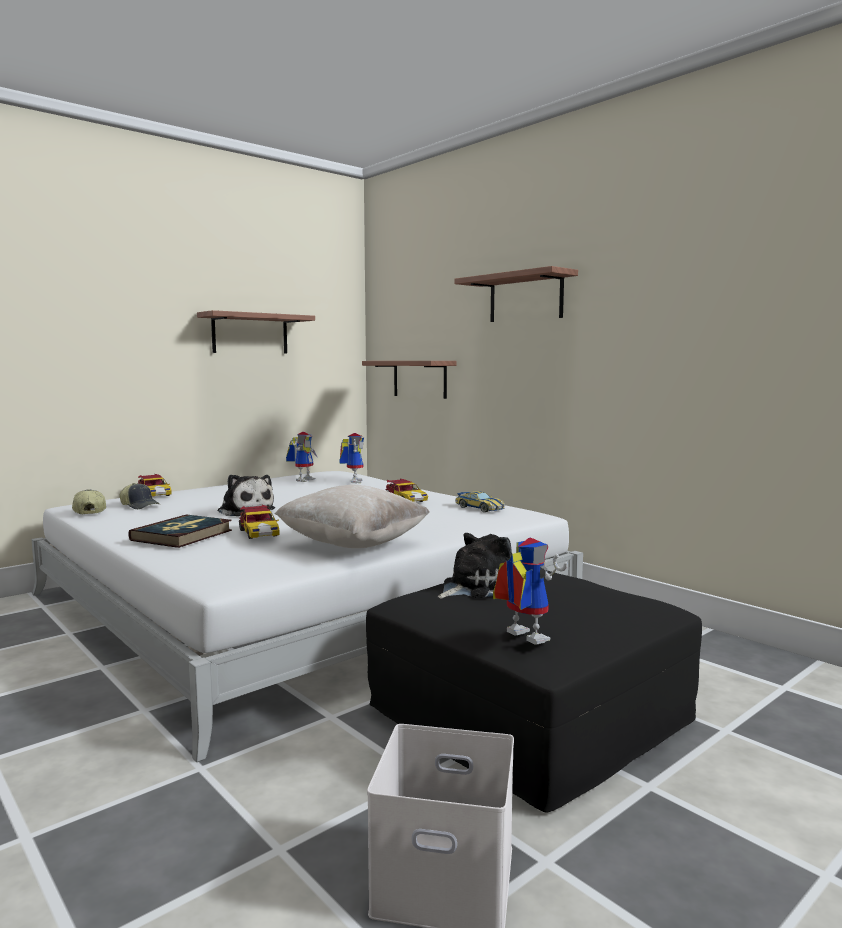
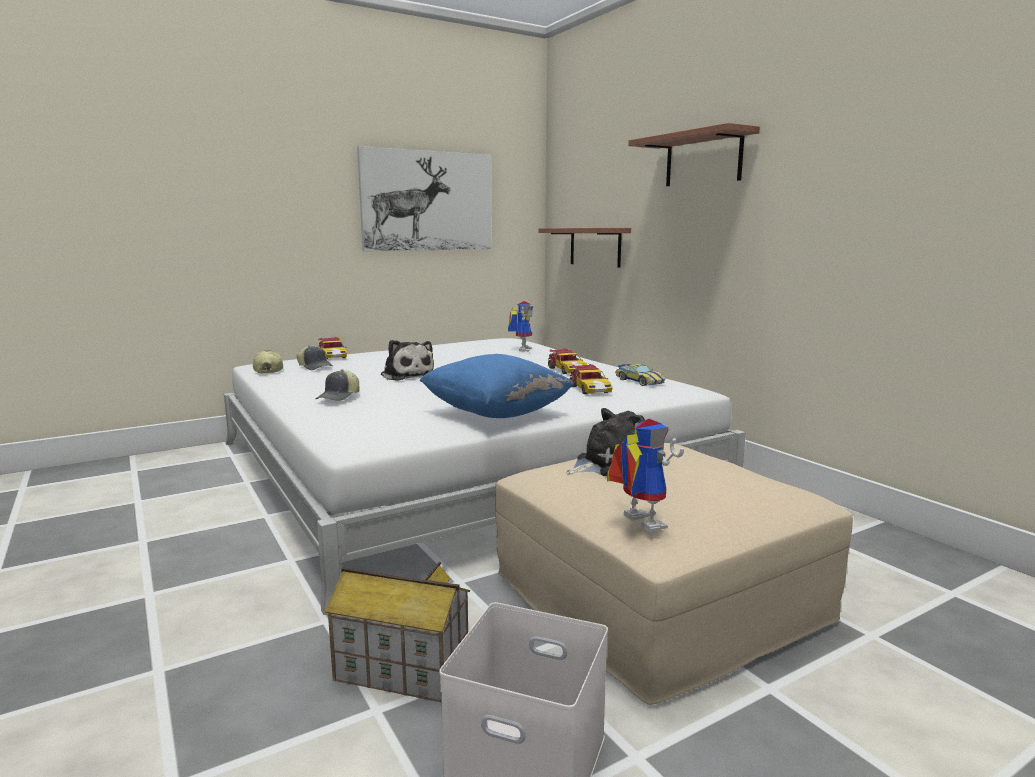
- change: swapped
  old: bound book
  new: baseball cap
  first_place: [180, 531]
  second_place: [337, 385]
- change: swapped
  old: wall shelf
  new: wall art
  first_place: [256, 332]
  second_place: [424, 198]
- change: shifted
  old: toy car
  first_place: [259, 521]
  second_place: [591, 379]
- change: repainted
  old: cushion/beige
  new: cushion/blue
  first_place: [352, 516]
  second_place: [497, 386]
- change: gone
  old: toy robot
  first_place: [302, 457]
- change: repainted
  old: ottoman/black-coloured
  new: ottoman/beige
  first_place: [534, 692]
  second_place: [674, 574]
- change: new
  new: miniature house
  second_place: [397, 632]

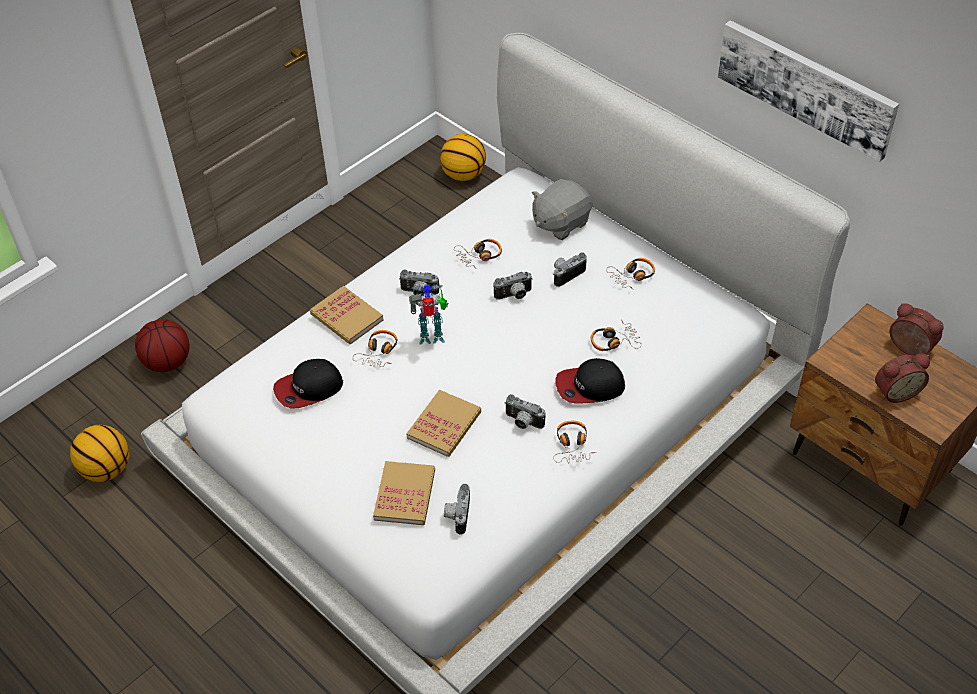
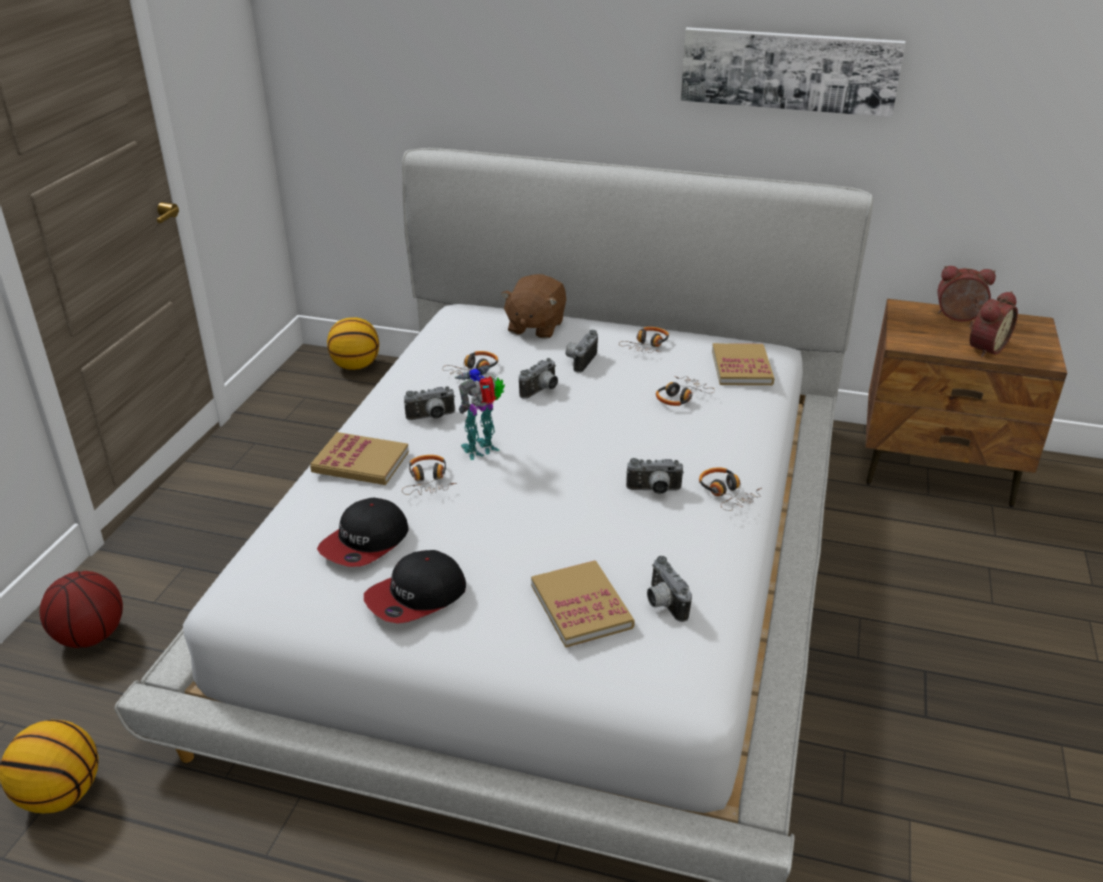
- change: shifted
  old: bound book
  first_place: [443, 423]
  second_place: [743, 364]
- change: repainted
  old: cuddly toy/greyish
  new: cuddly toy/brown
  first_place: [562, 209]
  second_place: [533, 306]
- change: shifted
  old: baseball cap
  first_place: [590, 381]
  second_place: [415, 586]

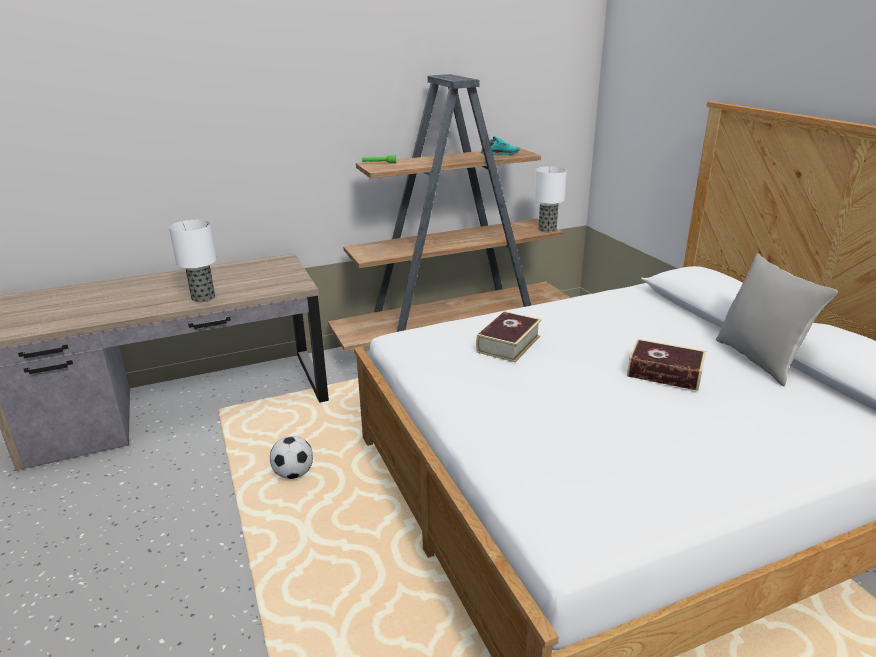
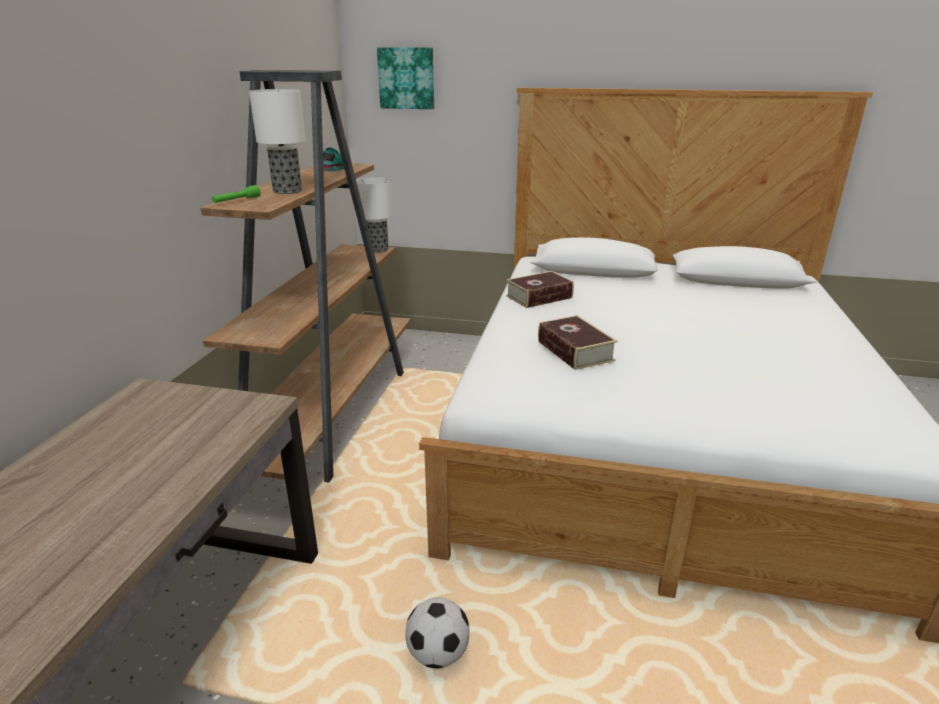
- change: shifted
  old: table lamp
  first_place: [193, 261]
  second_place: [277, 141]
- change: shifted
  old: bound book
  first_place: [666, 365]
  second_place: [540, 289]
- change: gone
  old: cushion/greyish
  first_place: [777, 319]
- change: new
  new: wall art
  second_place: [405, 78]

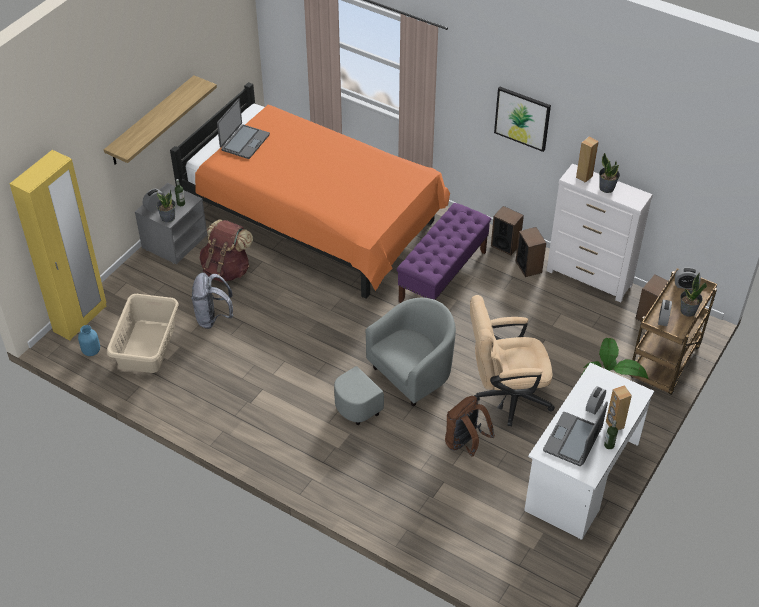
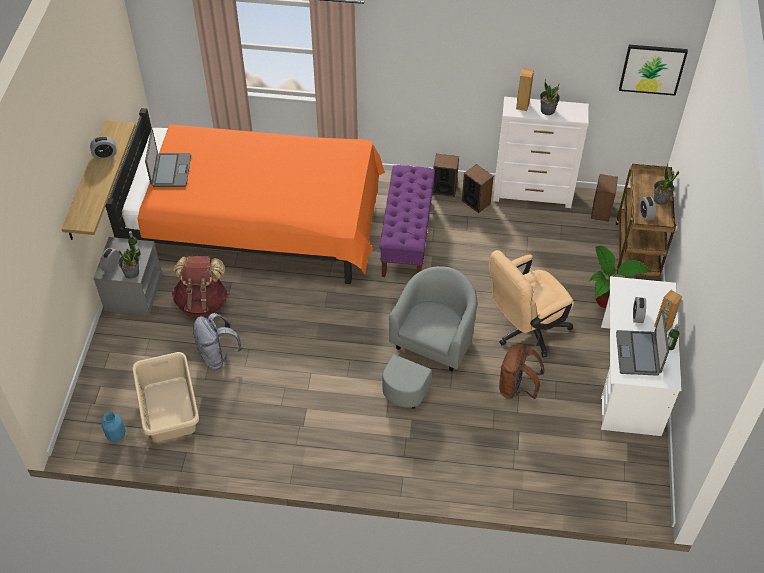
- change: gone
  old: armoire/yellow-coloured
  first_place: [58, 245]
- change: shifted
  old: wall art
  first_place: [522, 119]
  second_place: [653, 70]
- change: shifted
  old: table clock
  first_place: [687, 278]
  second_place: [103, 147]

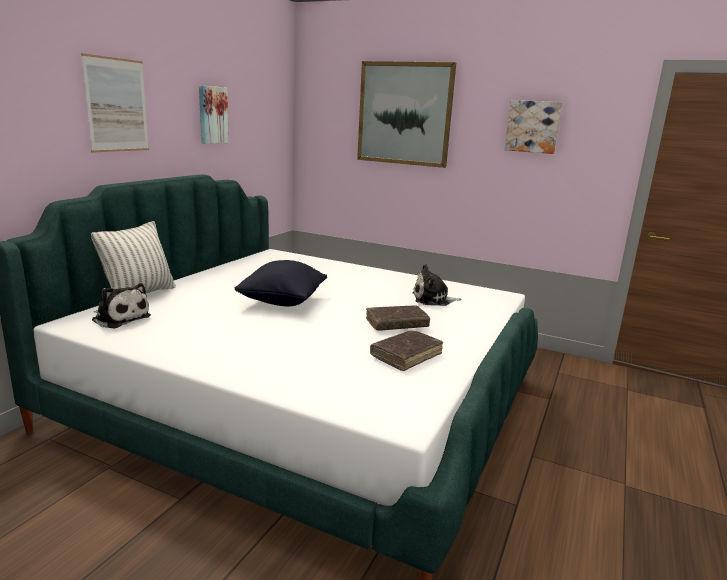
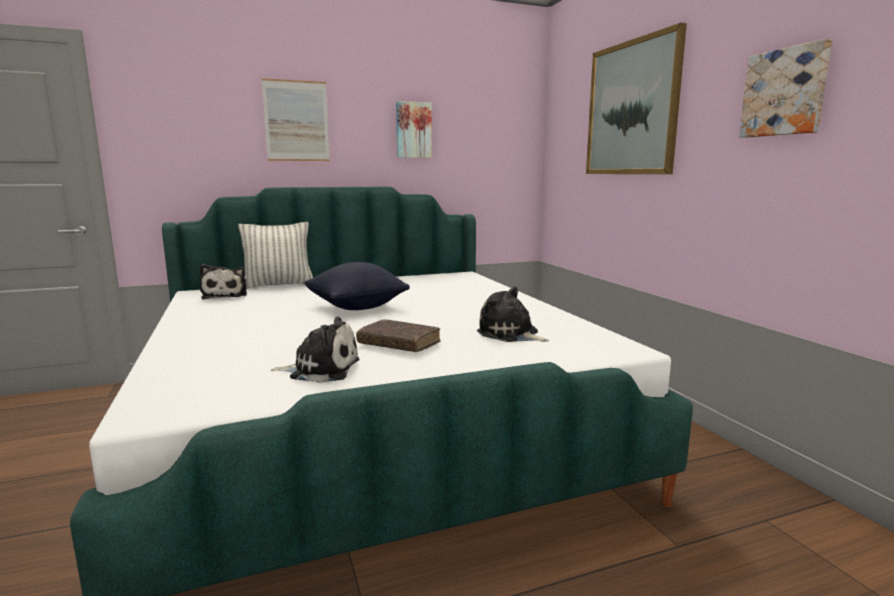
- change: swapped
  old: bound book/brown
  new: cuddly toy
  first_place: [406, 350]
  second_place: [315, 350]

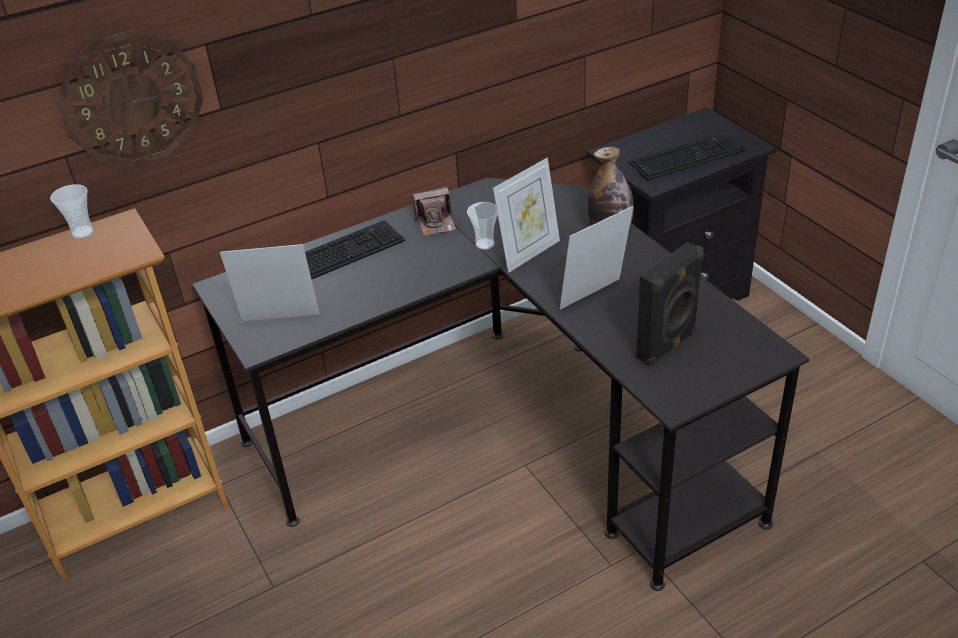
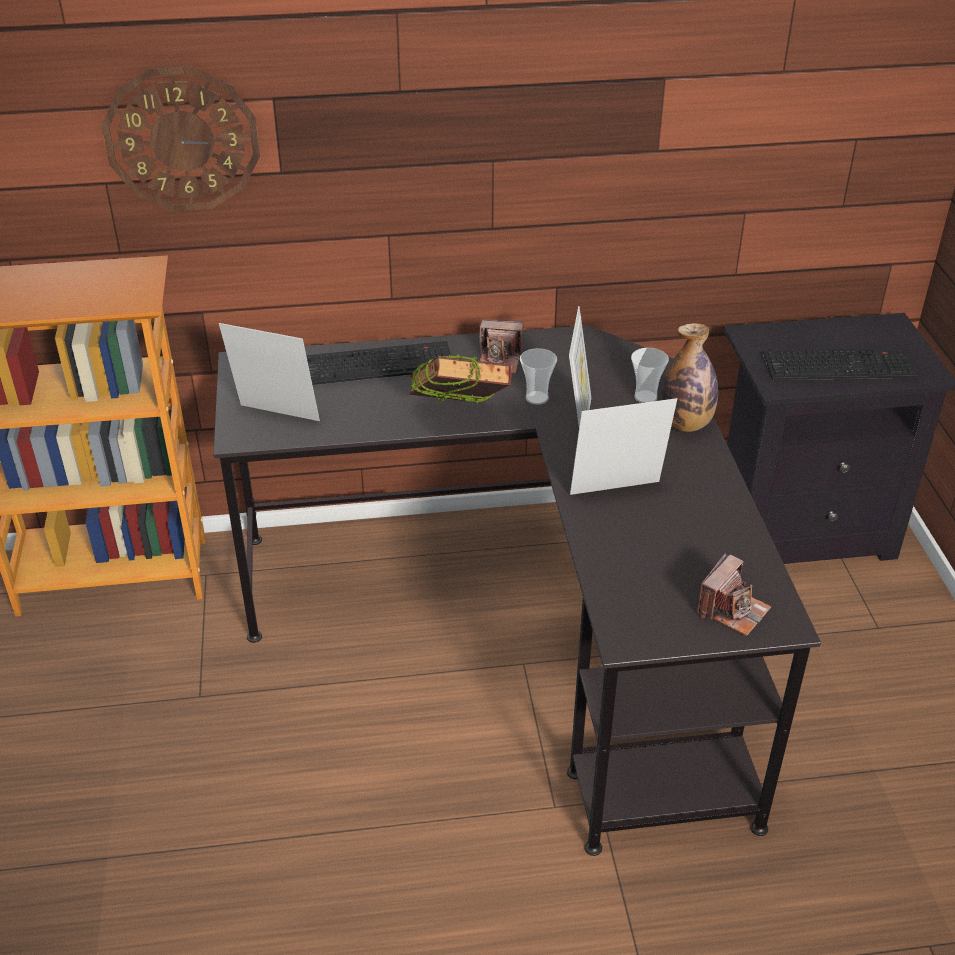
- change: shifted
  old: cup
  first_place: [72, 211]
  second_place: [650, 375]
- change: rotated
  old: standing frame
  first_place: [526, 215]
  second_place: [580, 365]
  degrees: -60
- change: gone
  old: audio speaker/black-coloured
  first_place: [670, 304]
- change: new
  new: bound book
  second_place: [460, 379]
- change: new
  new: still camera
  second_place: [734, 594]

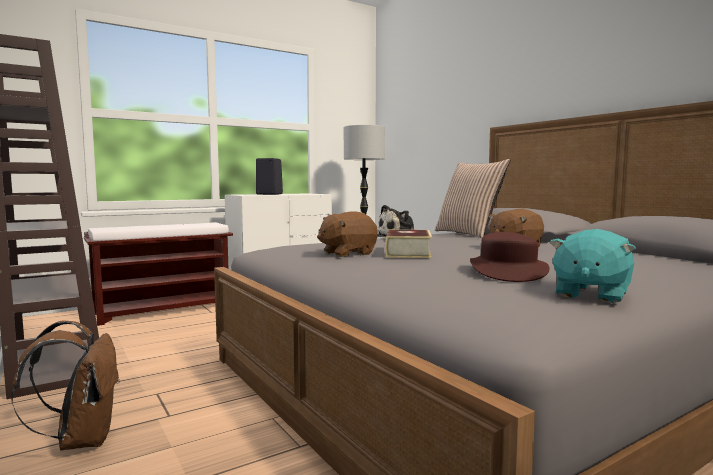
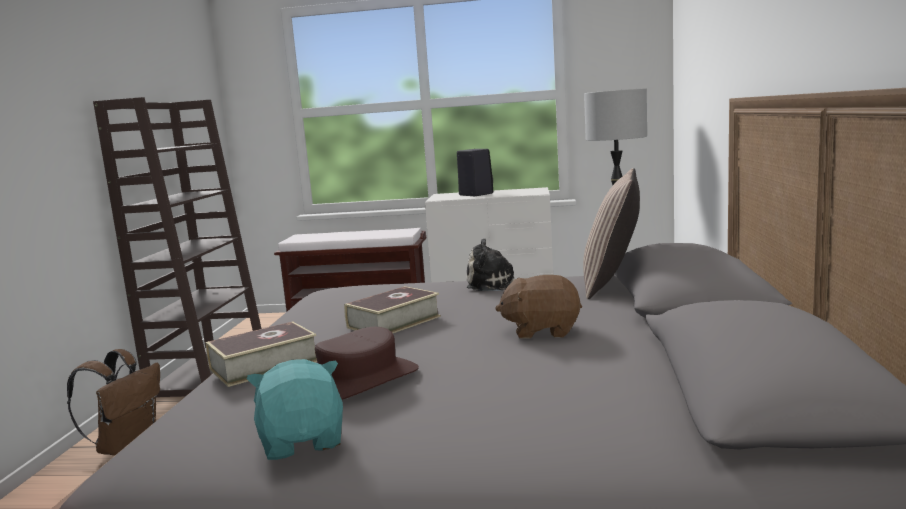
- change: gone
  old: cuddly toy/brown
  first_place: [347, 234]
- change: rotated
  old: cuddly toy/turquoise
  first_place: [592, 266]
  second_place: [294, 409]
  degrees: 90
- change: new
  new: bound book
  second_place: [261, 354]

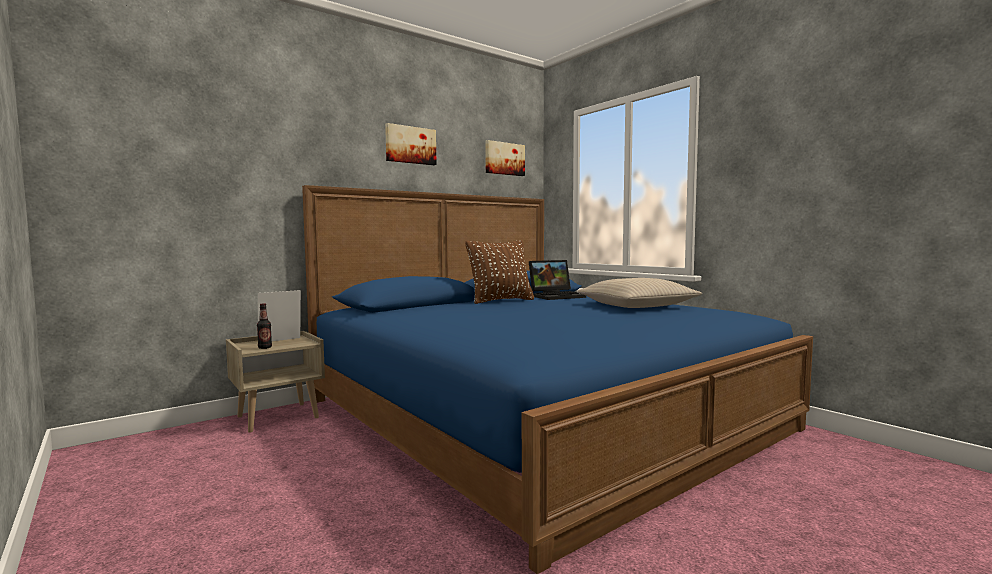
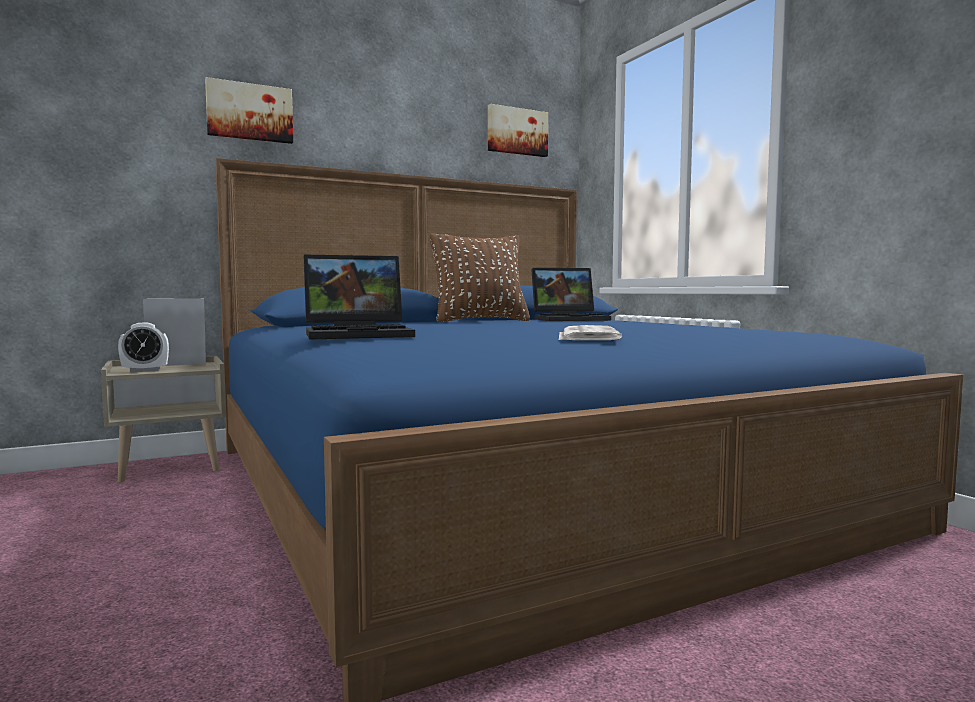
- change: swapped
  old: bottle
  new: table clock
  first_place: [264, 326]
  second_place: [143, 347]
- change: shifted
  old: wall art
  first_place: [411, 144]
  second_place: [249, 110]
- change: gone
  old: cushion/beige
  first_place: [640, 293]
- change: new
  new: portable computer
  second_place: [359, 297]
- change: new
  new: daily paper
  second_place: [590, 332]

